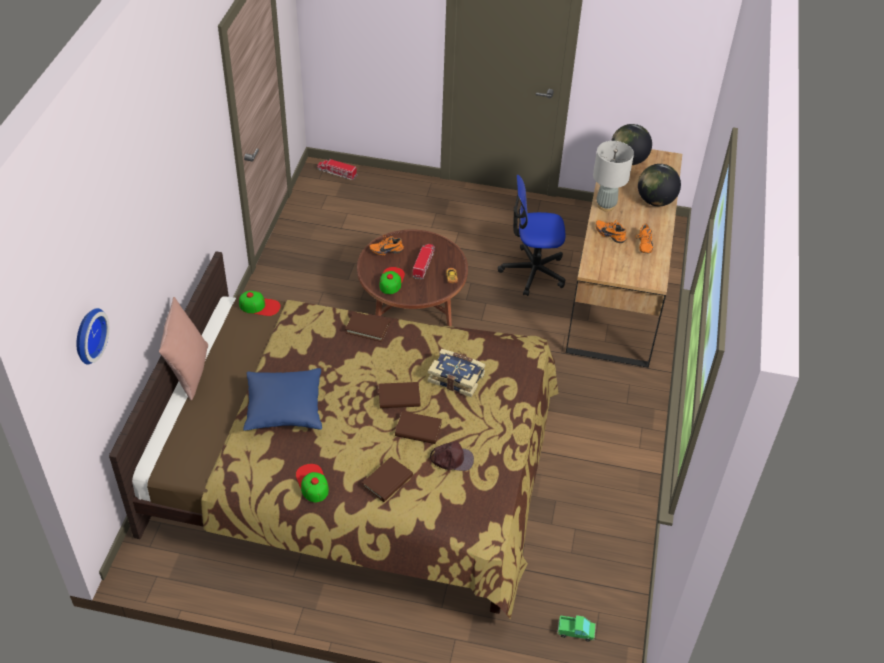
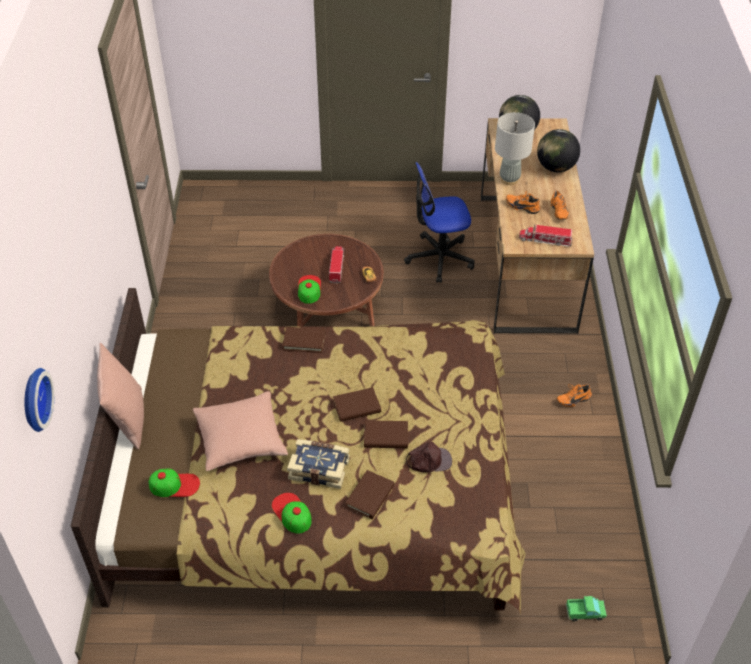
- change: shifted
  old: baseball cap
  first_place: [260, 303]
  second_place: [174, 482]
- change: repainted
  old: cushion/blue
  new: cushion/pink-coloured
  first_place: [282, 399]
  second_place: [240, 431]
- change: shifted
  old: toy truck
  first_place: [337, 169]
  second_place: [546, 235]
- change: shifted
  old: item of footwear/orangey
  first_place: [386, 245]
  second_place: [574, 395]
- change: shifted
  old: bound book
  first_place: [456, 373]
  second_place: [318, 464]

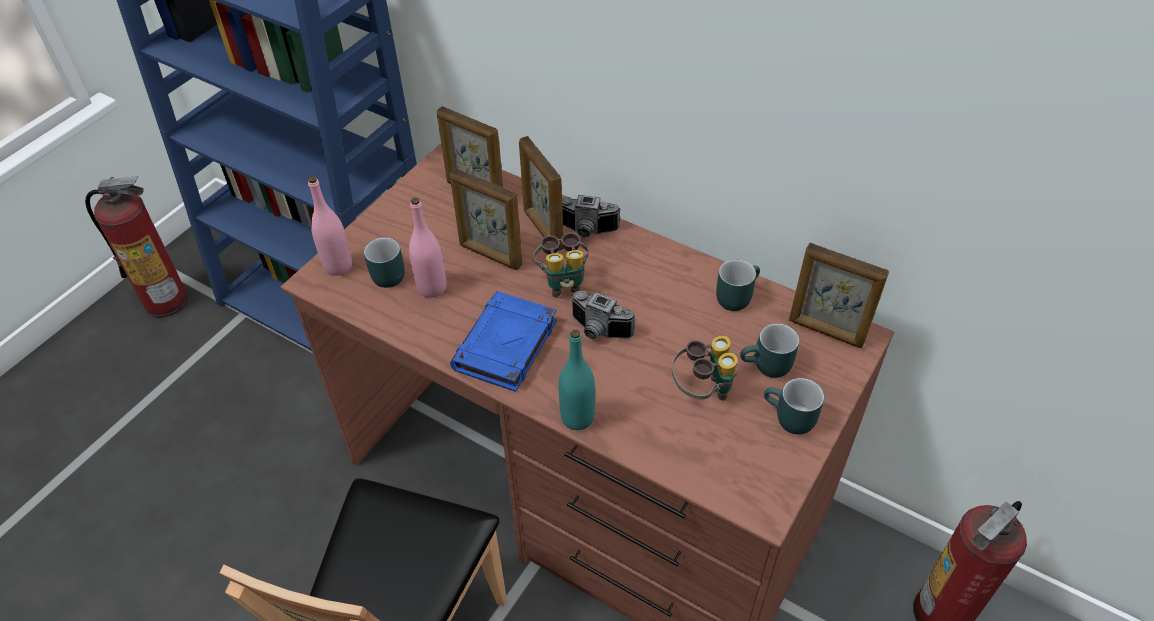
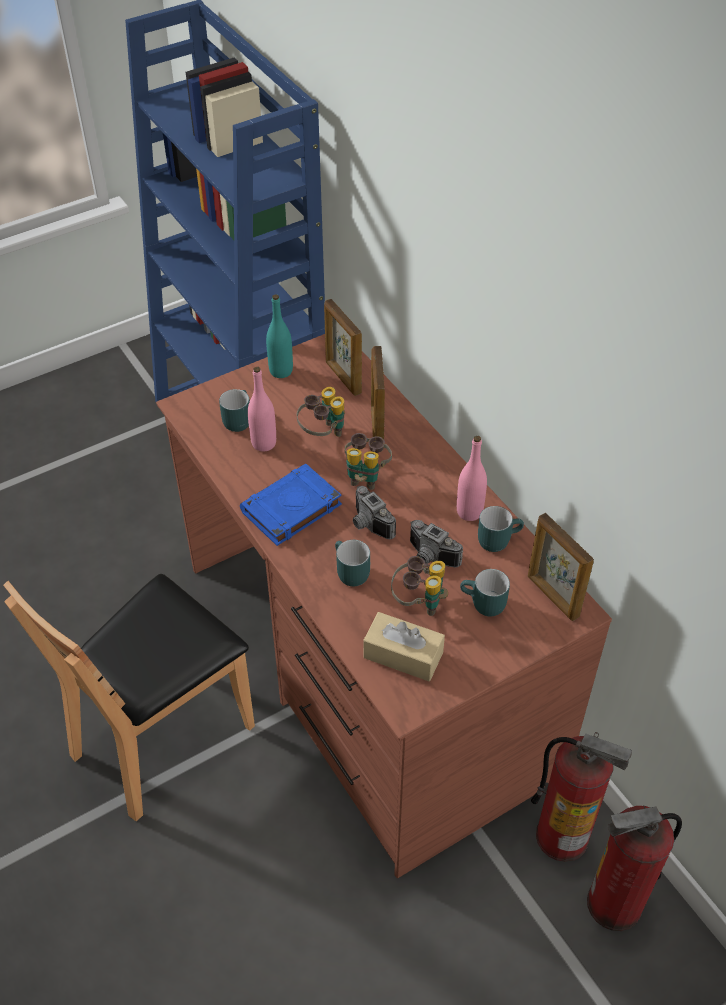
- change: shifted
  old: fire extinguisher
  first_place: [136, 246]
  second_place: [581, 797]
- change: shifted
  old: bottle/pink-coloured
  first_place: [330, 226]
  second_place: [472, 478]
- change: swapped
  old: standing frame
  new: binoculars
  first_place: [486, 219]
  second_place: [321, 412]
- change: shifted
  old: bottle/turquoise
  first_place: [577, 379]
  second_place: [279, 336]
- change: shifted
  old: still camera
  first_place: [591, 216]
  second_place: [436, 544]
- change: shifted
  old: mug/turquoise
  first_place: [794, 406]
  second_place: [352, 563]
- change: new
  new: tissue box/beige
  second_place: [404, 646]

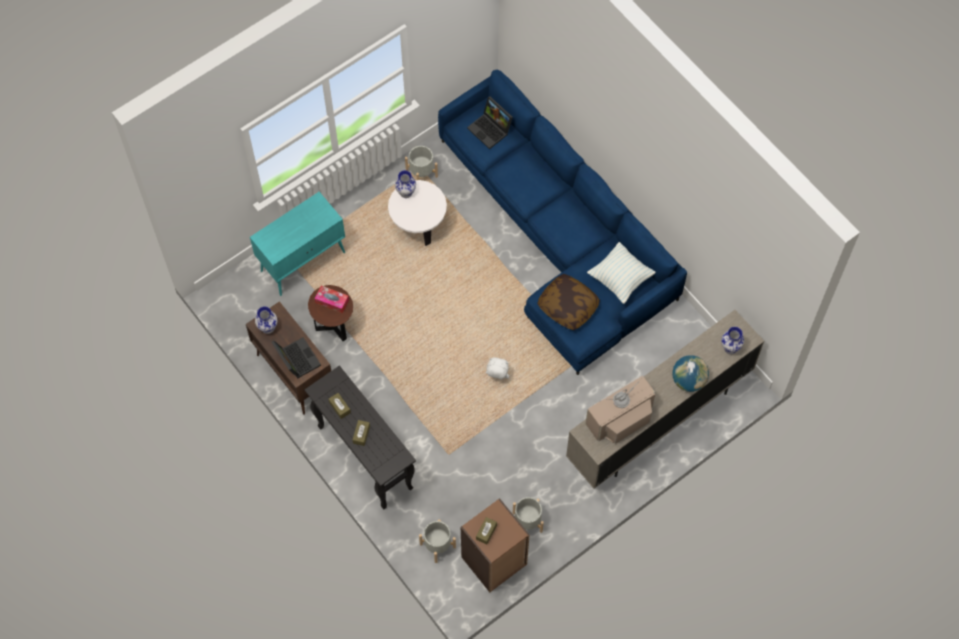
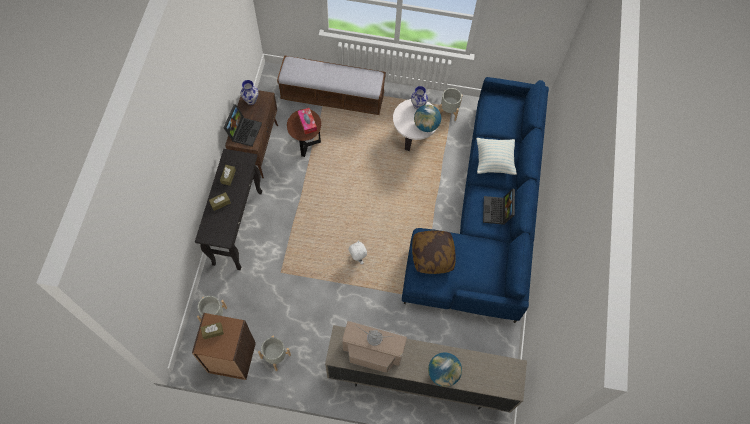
- change: swapped
  old: storage cabinet/turquoise
  new: long seat
  first_place: [297, 244]
  second_place: [331, 85]
- change: shifted
  old: portable computer
  first_place: [490, 122]
  second_place: [499, 207]
- change: shifted
  old: cushion
  first_place: [621, 273]
  second_place: [496, 156]
- change: gone
  old: decorative vase
  first_place: [732, 340]
- change: new
  new: globe
  second_place: [427, 118]

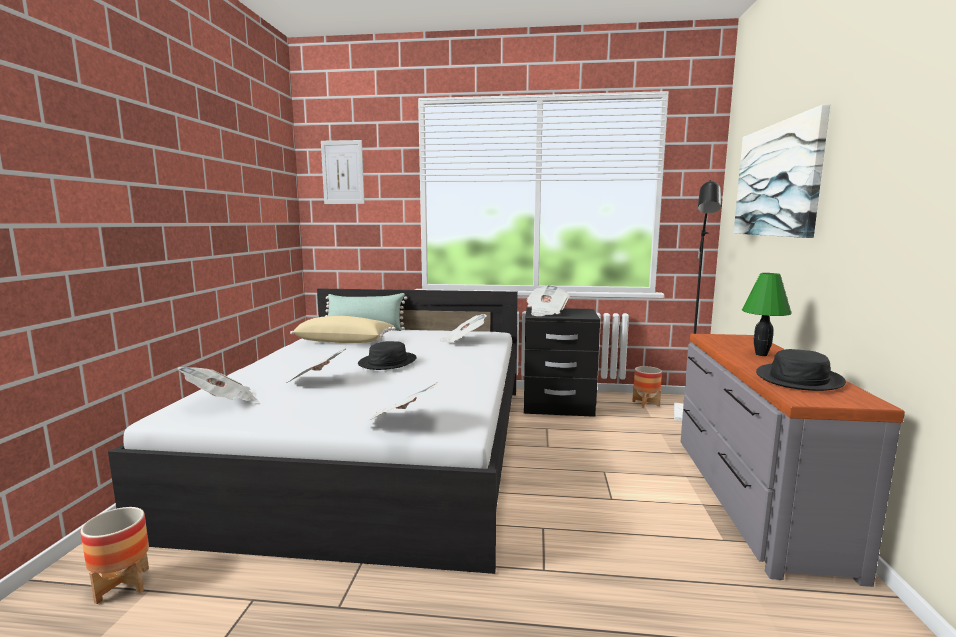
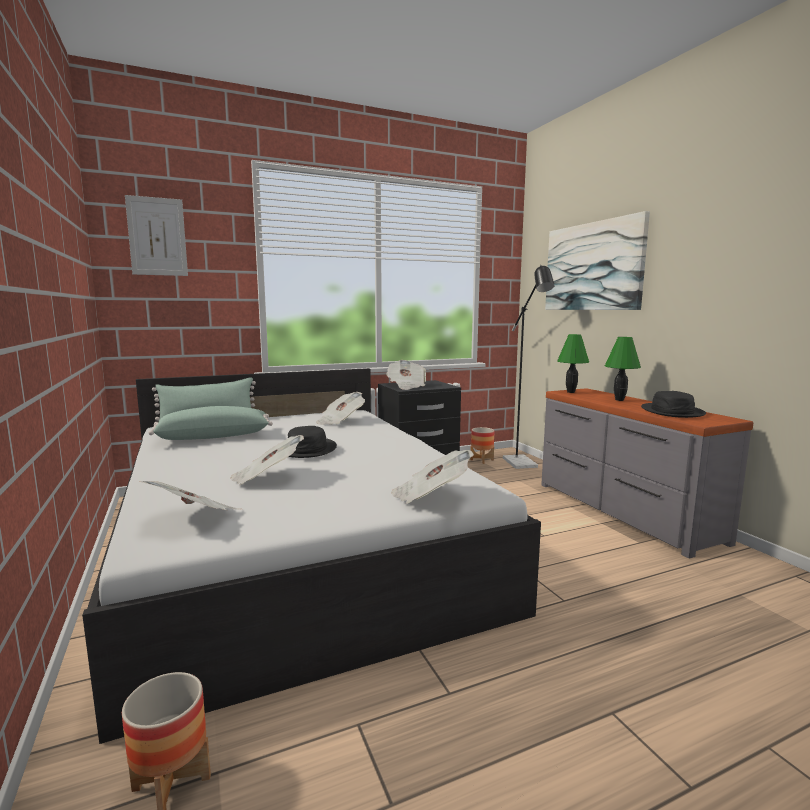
- change: repainted
  old: cushion/beige
  new: cushion/green
  first_place: [342, 329]
  second_place: [210, 423]
- change: new
  new: table lamp/green
  second_place: [573, 363]

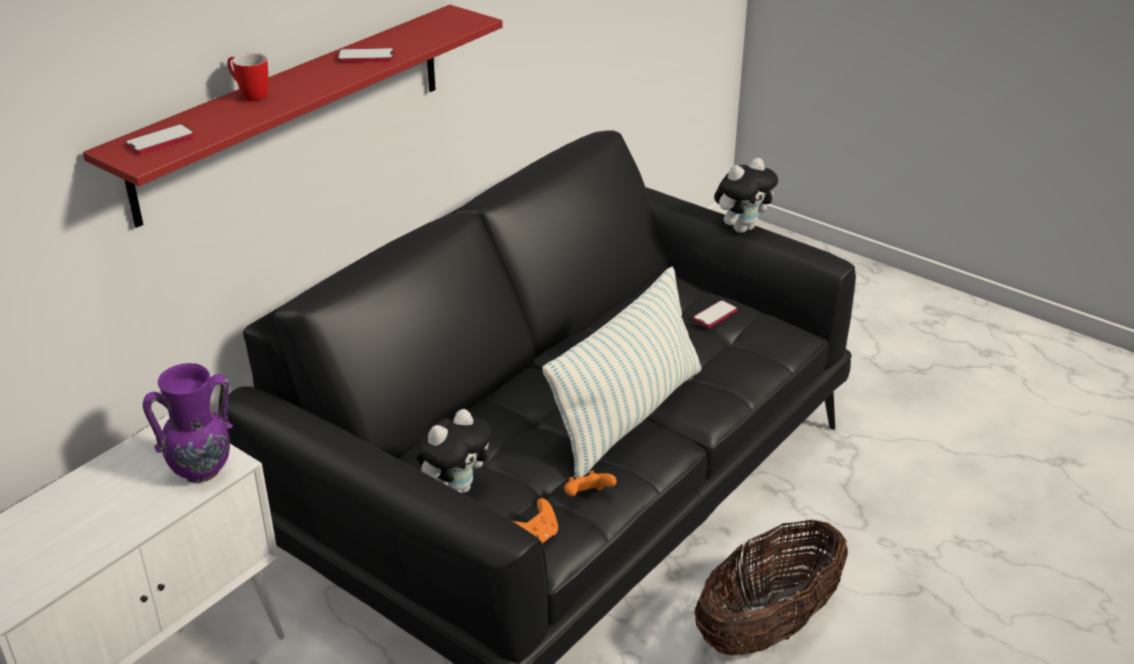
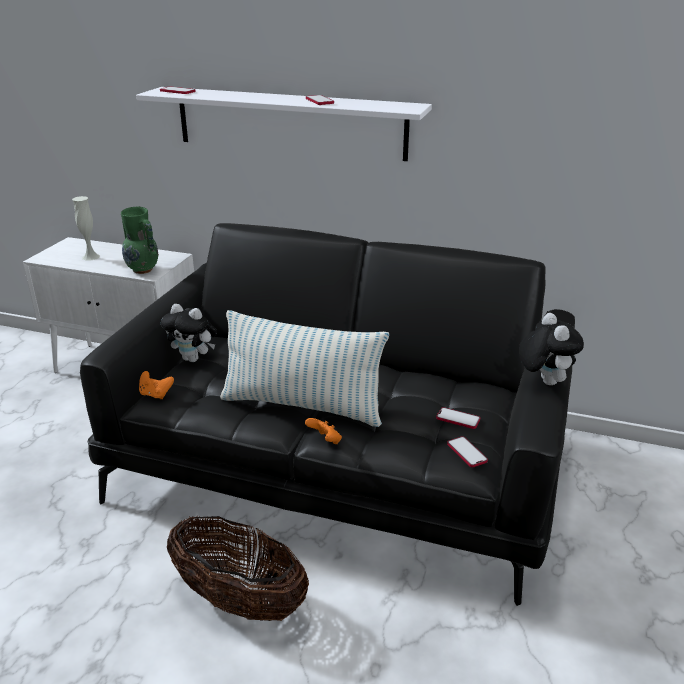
- change: repainted
  old: wall shelf/red
  new: wall shelf/whitish
  first_place: [293, 116]
  second_place: [284, 124]
- change: repainted
  old: decorative vase/purple
  new: decorative vase/green
  first_place: [188, 423]
  second_place: [140, 240]
- change: gone
  old: mug
  first_place: [247, 77]
- change: shifted
  old: game controller/orangey
  first_place: [590, 483]
  second_place: [323, 431]
- change: rotated
  old: cuddly toy
  first_place: [746, 195]
  second_place: [551, 349]
  degrees: -135
- change: new
  new: decorative vase/whitish
  second_place: [86, 228]
- change: new
  new: telephone
  second_place: [467, 451]

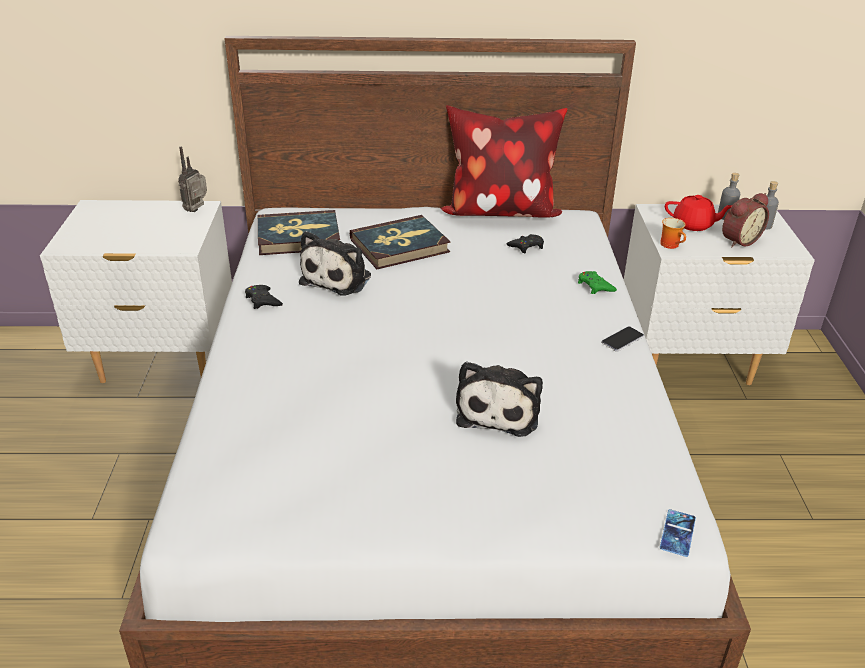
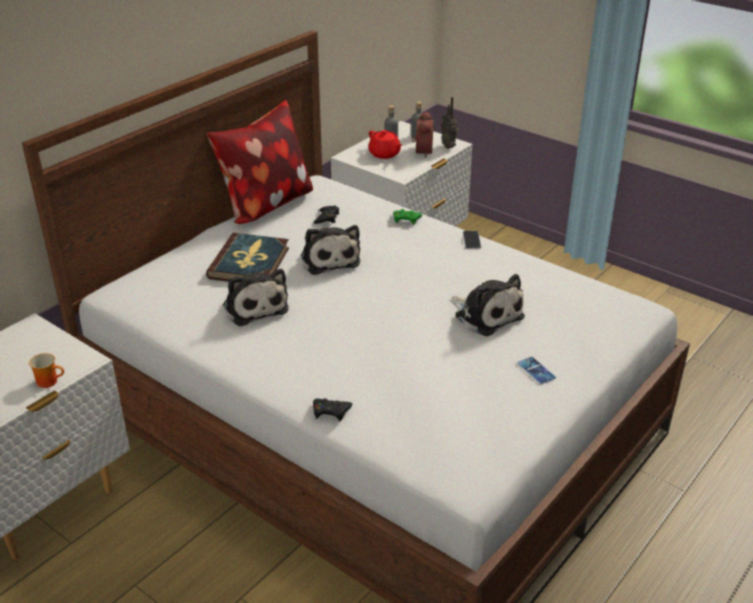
- change: shifted
  old: radio
  first_place: [192, 179]
  second_place: [450, 123]
- change: shifted
  old: game controller/black-coloured
  first_place: [264, 297]
  second_place: [332, 410]
- change: gone
  old: bound book
  first_place: [299, 232]
- change: shifted
  old: mug
  first_place: [673, 233]
  second_place: [46, 370]
- change: shifted
  old: telephone
  first_place: [678, 533]
  second_place: [536, 370]
- change: rotated
  old: pot for tea/red
  first_place: [698, 213]
  second_place: [385, 144]
  degrees: 90
- change: new
  new: cuddly toy
  second_place: [331, 250]

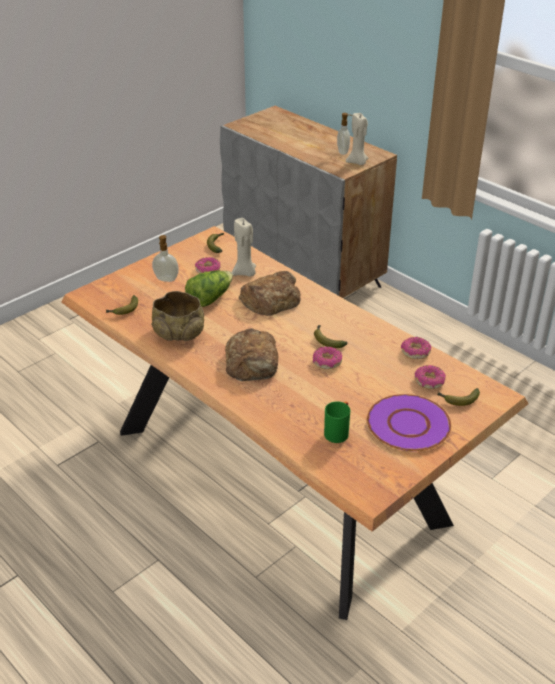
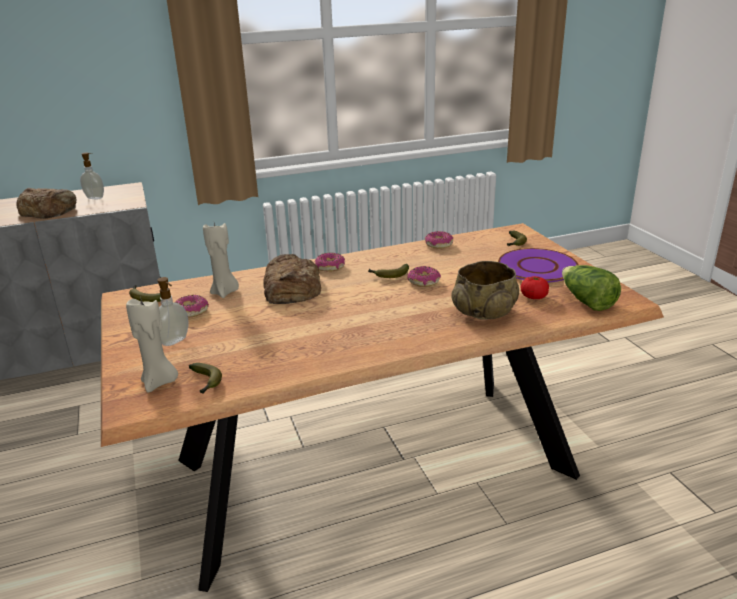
- change: shifted
  old: deep dish/beige
  first_place: [177, 316]
  second_place: [485, 290]
- change: shifted
  old: head of lettuce
  first_place: [209, 288]
  second_place: [591, 288]
- change: shifted
  old: bakery bread
  first_place: [251, 354]
  second_place: [46, 203]
- change: swapped
  old: mug/green
  new: fresh tomato
  first_place: [337, 422]
  second_place: [535, 287]
- change: shifted
  old: wax light/beige
  first_place: [357, 139]
  second_place: [152, 344]
- change: shifted
  old: donut
  first_place: [430, 377]
  second_place: [330, 262]

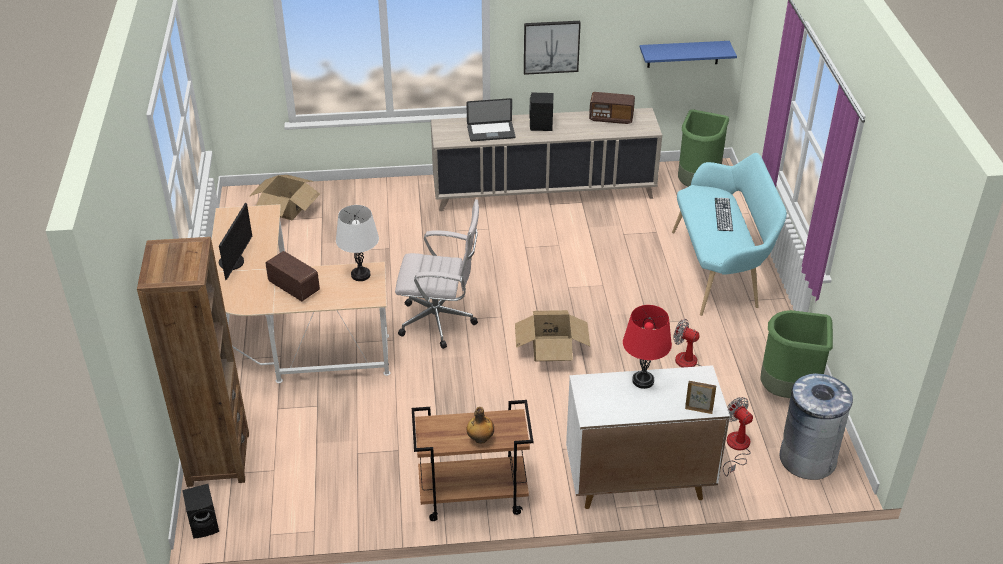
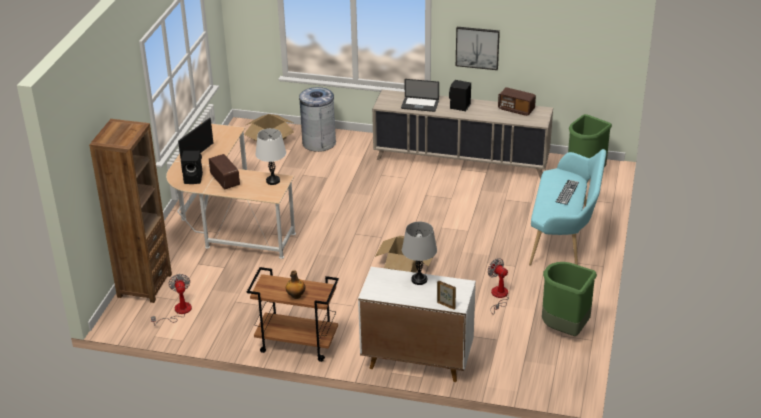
- change: shifted
  old: audio speaker/black-coloured
  first_place: [200, 511]
  second_place: [192, 167]
- change: gone
  old: office chair/whitish
  first_place: [437, 274]
- change: repainted
  old: table lamp/red
  new: table lamp/greyish
  first_place: [647, 347]
  second_place: [419, 253]
- change: gone
  old: wall shelf/blue
  first_place: [688, 54]
- change: shifted
  old: electric fan
  first_place: [738, 436]
  second_place: [171, 300]
- change: shifted
  old: waste bin/greyish
  first_place: [816, 426]
  second_place: [317, 119]

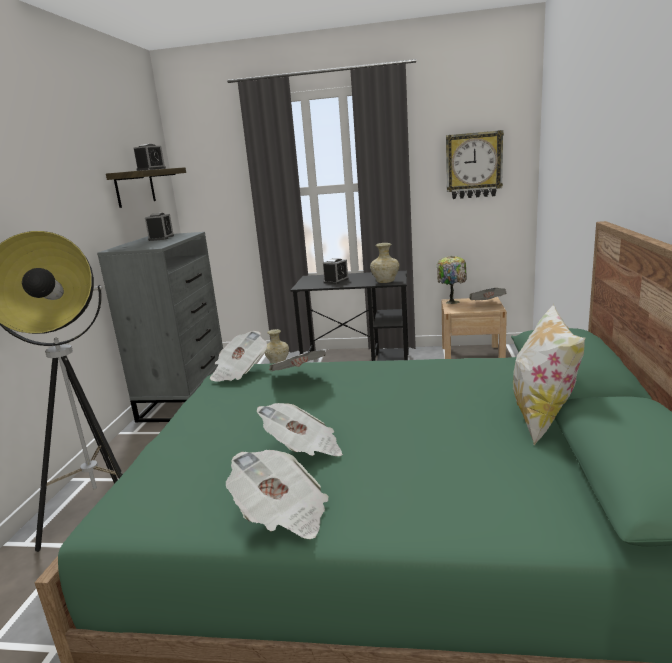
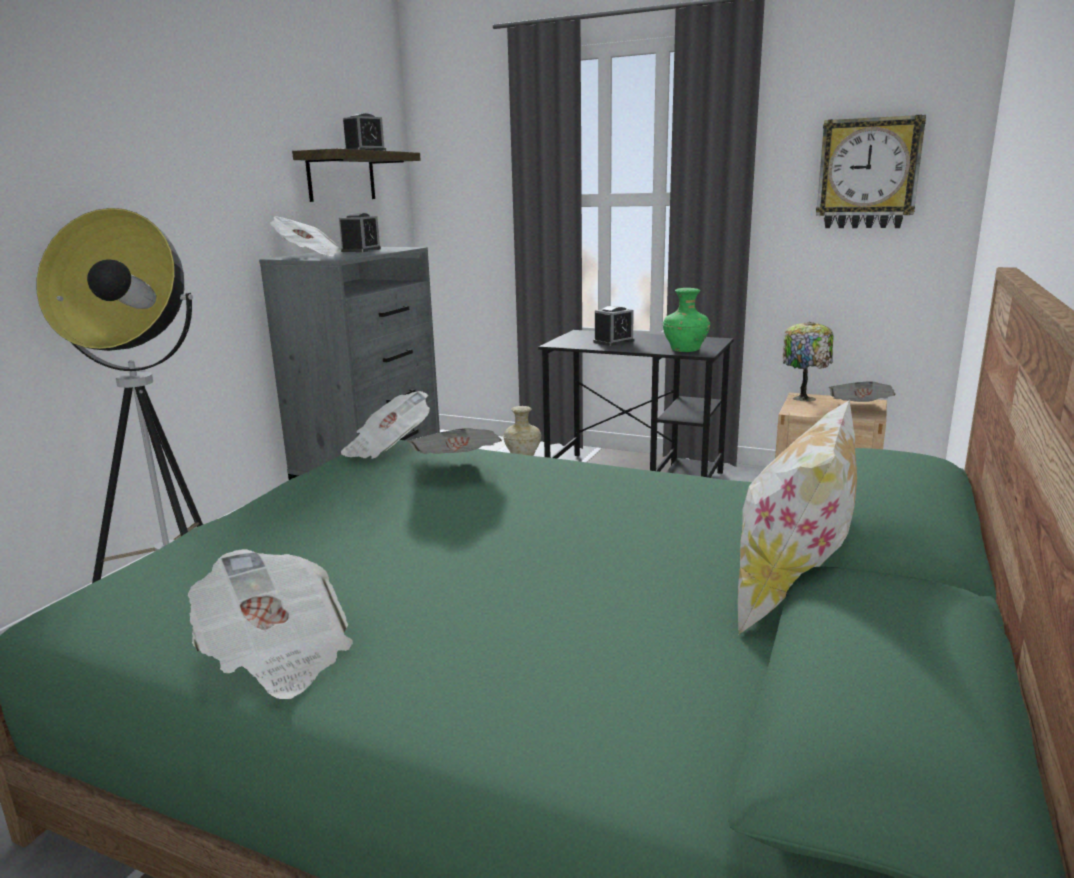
- change: shifted
  old: daily paper
  first_place: [300, 429]
  second_place: [305, 236]
- change: repainted
  old: decorative vase/beige
  new: decorative vase/green
  first_place: [384, 263]
  second_place: [686, 320]

